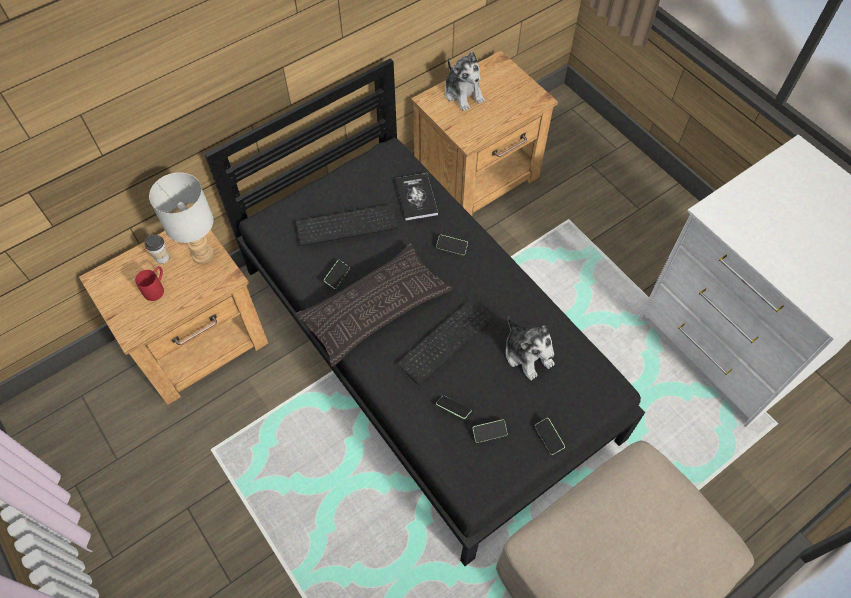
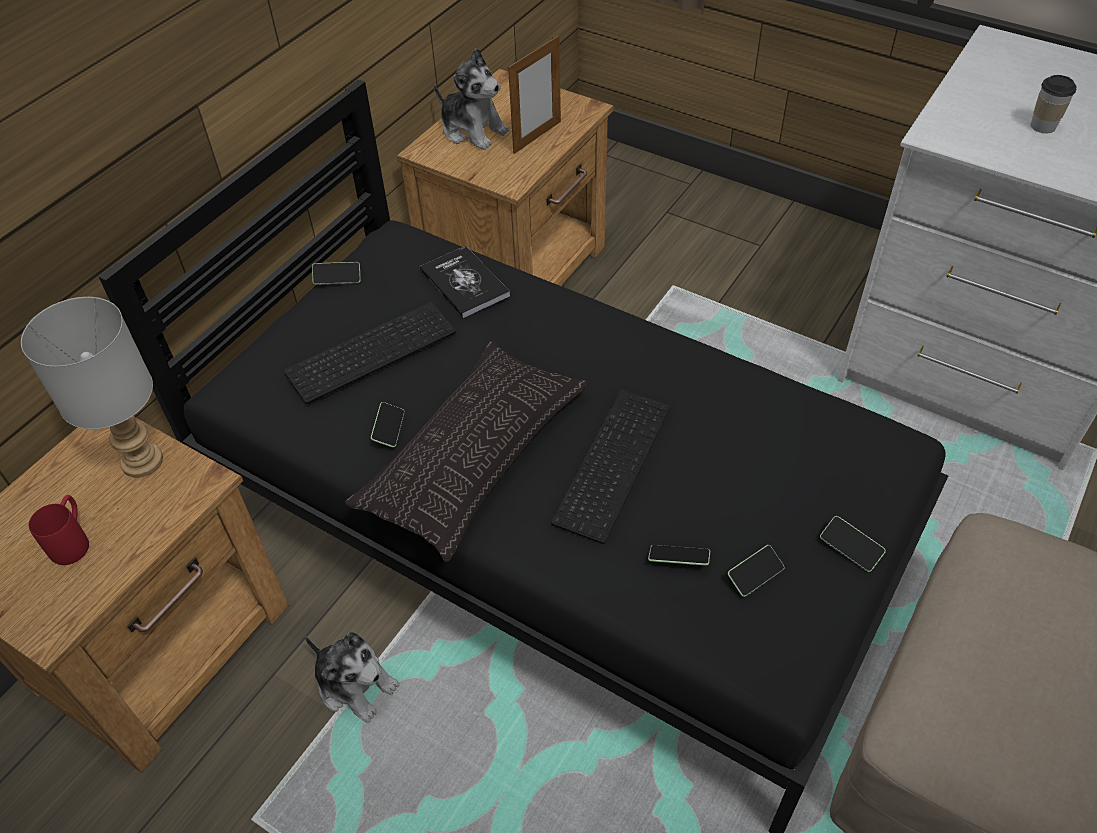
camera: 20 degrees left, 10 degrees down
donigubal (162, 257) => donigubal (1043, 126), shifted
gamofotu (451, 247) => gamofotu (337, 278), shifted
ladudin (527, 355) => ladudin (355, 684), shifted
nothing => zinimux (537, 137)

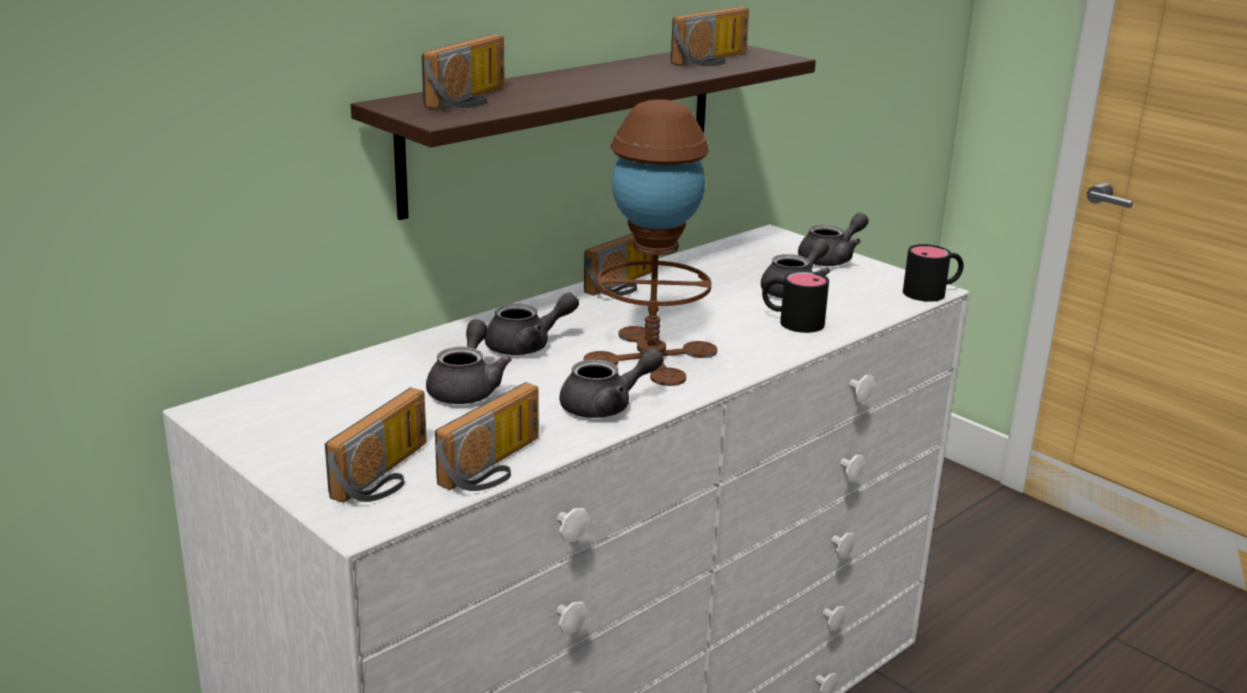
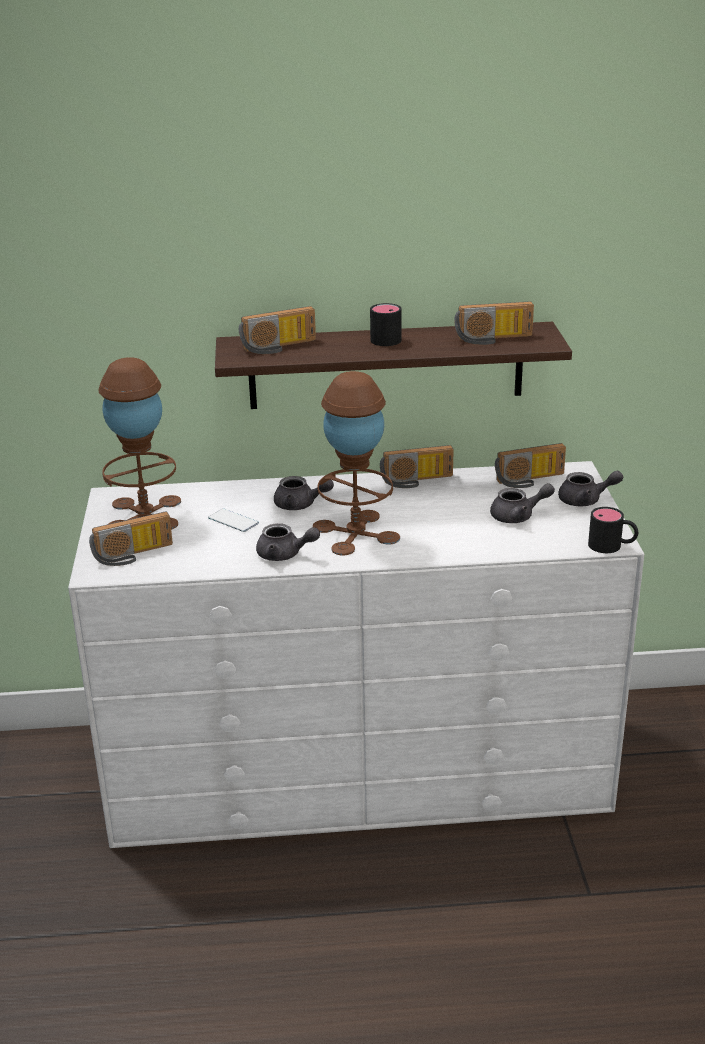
camera: 40 degrees right, 5 degrees up
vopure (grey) (467, 388) => gamofotu (233, 521)
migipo (496, 467) => migipo (530, 480), shifted
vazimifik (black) (791, 321) => vazimifik (black) (382, 338), shifted
nothing => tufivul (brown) (144, 514)

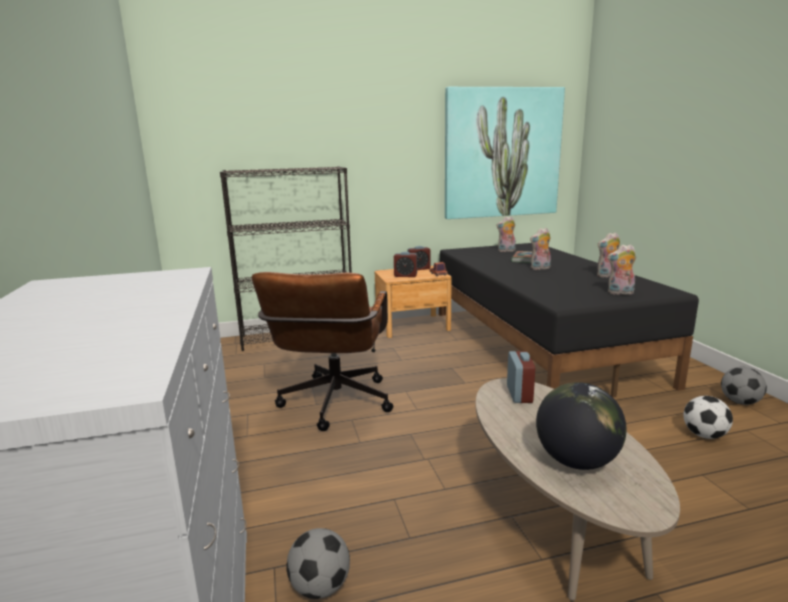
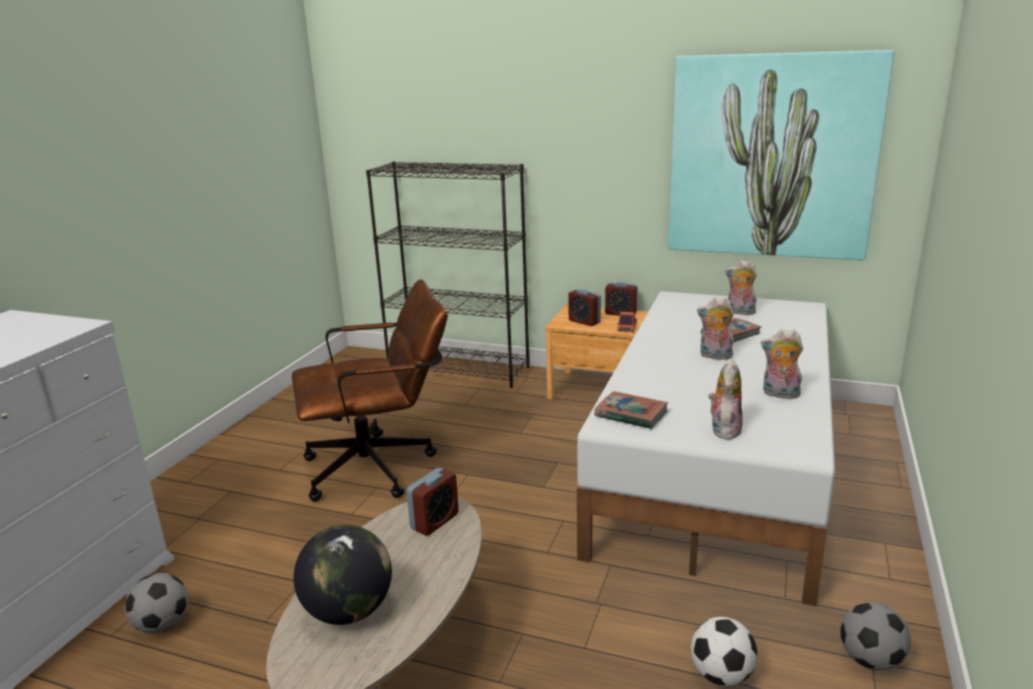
camera: 35 degrees right, 5 degrees up
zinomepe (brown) (333, 406) => zinomepe (brown) (381, 467), 150 degrees counterclockwise
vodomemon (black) (538, 344) => vodomemon (white) (718, 465)
ladudin (620, 293) => ladudin (724, 429), 75 degrees clockwise
nothing => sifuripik (631, 414)

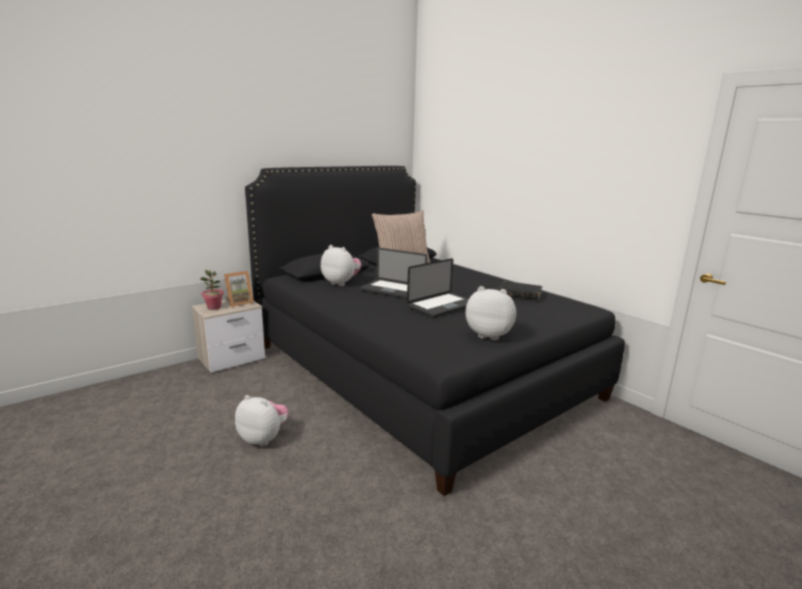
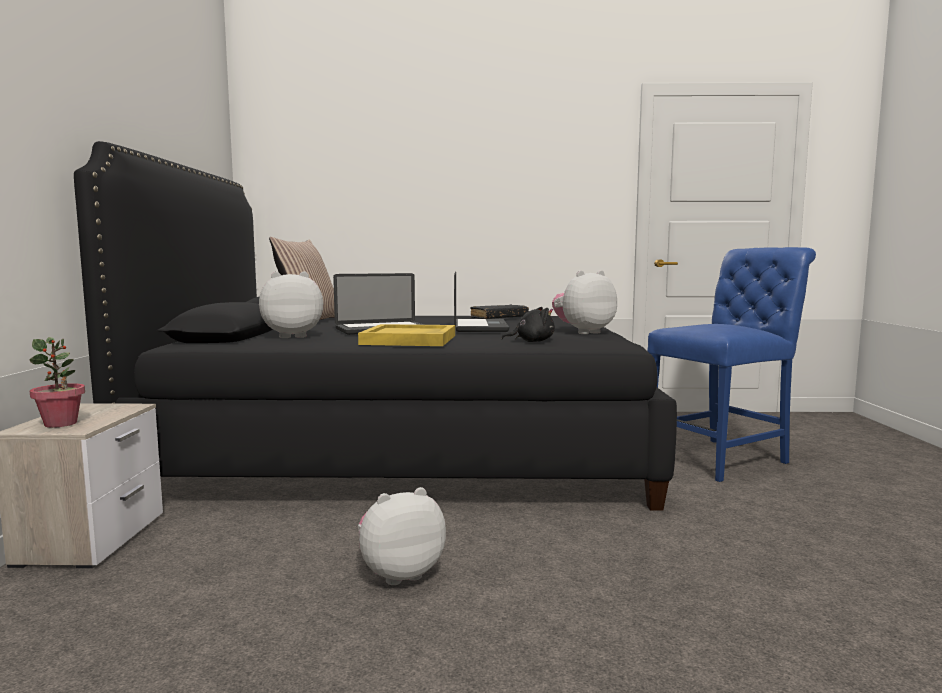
camera: 50 degrees left, 10 degrees down
zinimux (239, 302) => nothing
nothing => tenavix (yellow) (410, 340)
nothing => ladudin (black) (532, 341)
nothing => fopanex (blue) (722, 458)

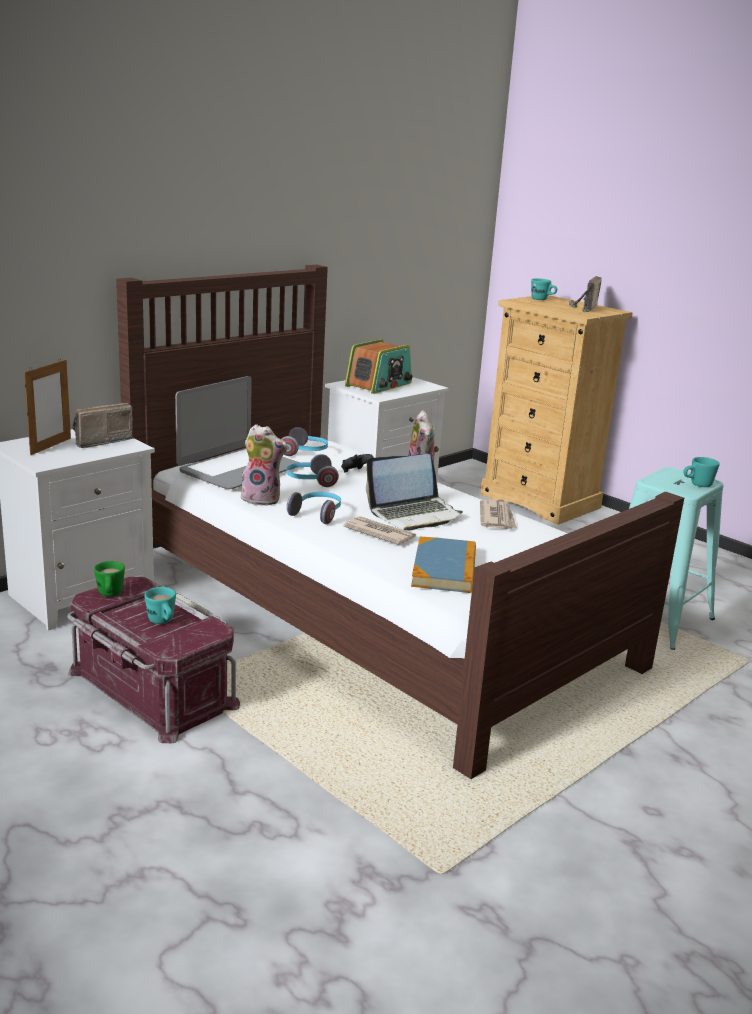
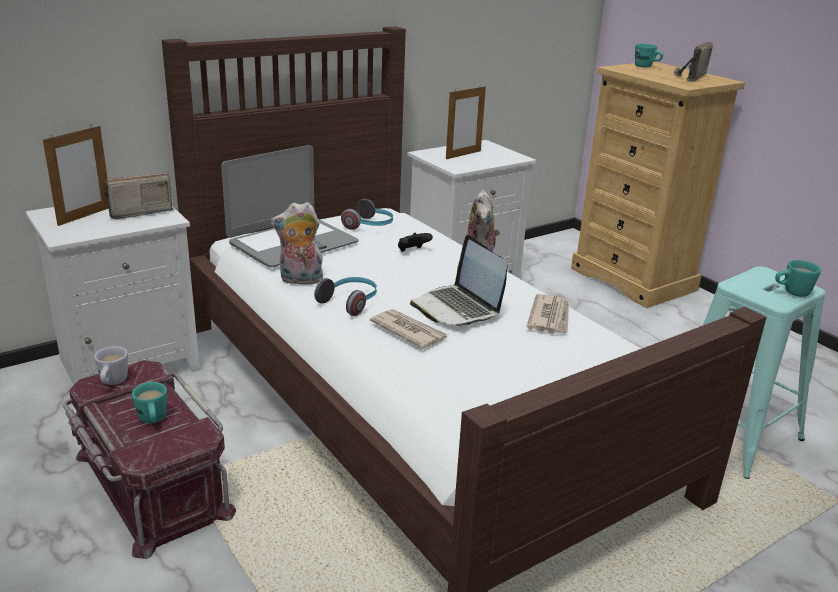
camera: 10 degrees right, 5 degrees up
vazimifik (green) (110, 595) => vazimifik (white) (112, 383)
ladudin (262, 499) => ladudin (300, 280), 150 degrees clockwise
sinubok (310, 481) => nothing
migipo (379, 385) => zinimux (463, 155)
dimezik (414, 514) => dimezik (457, 308), 75 degrees clockwise
sifuripik (444, 569) => nothing

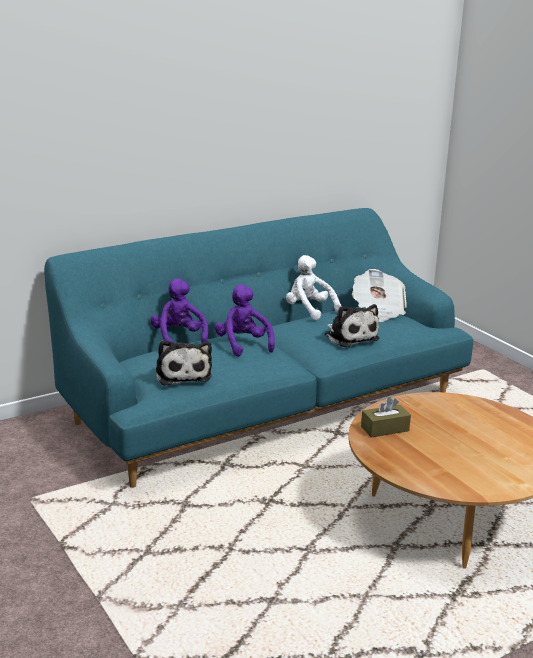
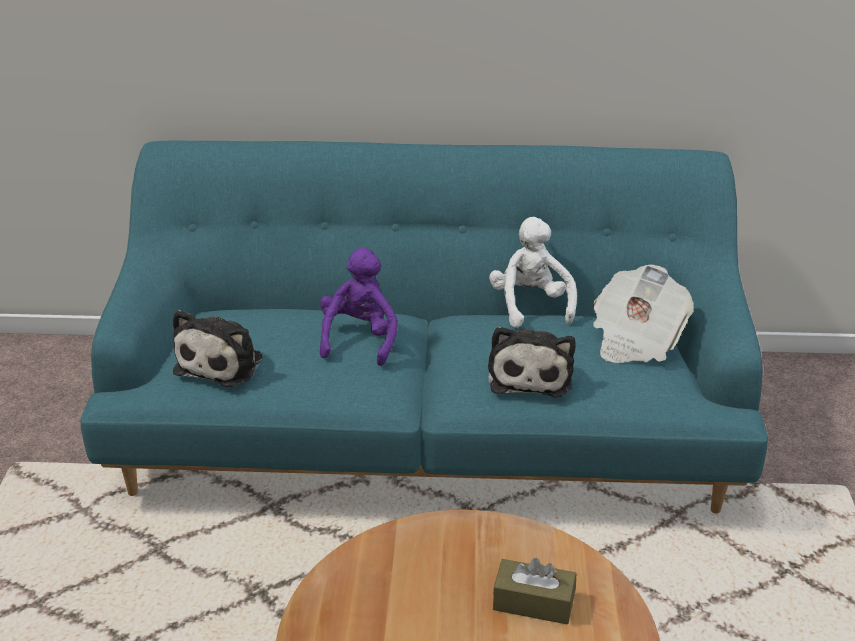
camera: 35 degrees right, 10 degrees up
ladudin (purple) (179, 338) => nothing
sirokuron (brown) (385, 429) => sirokuron (brown) (533, 603), shifted

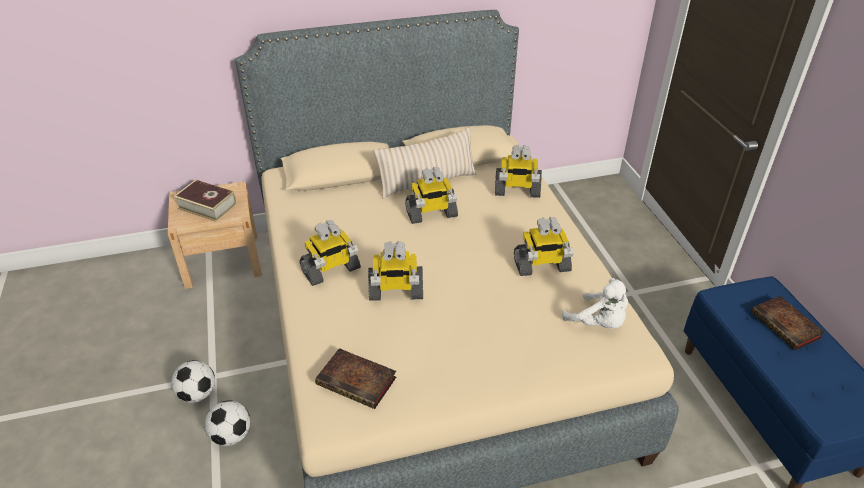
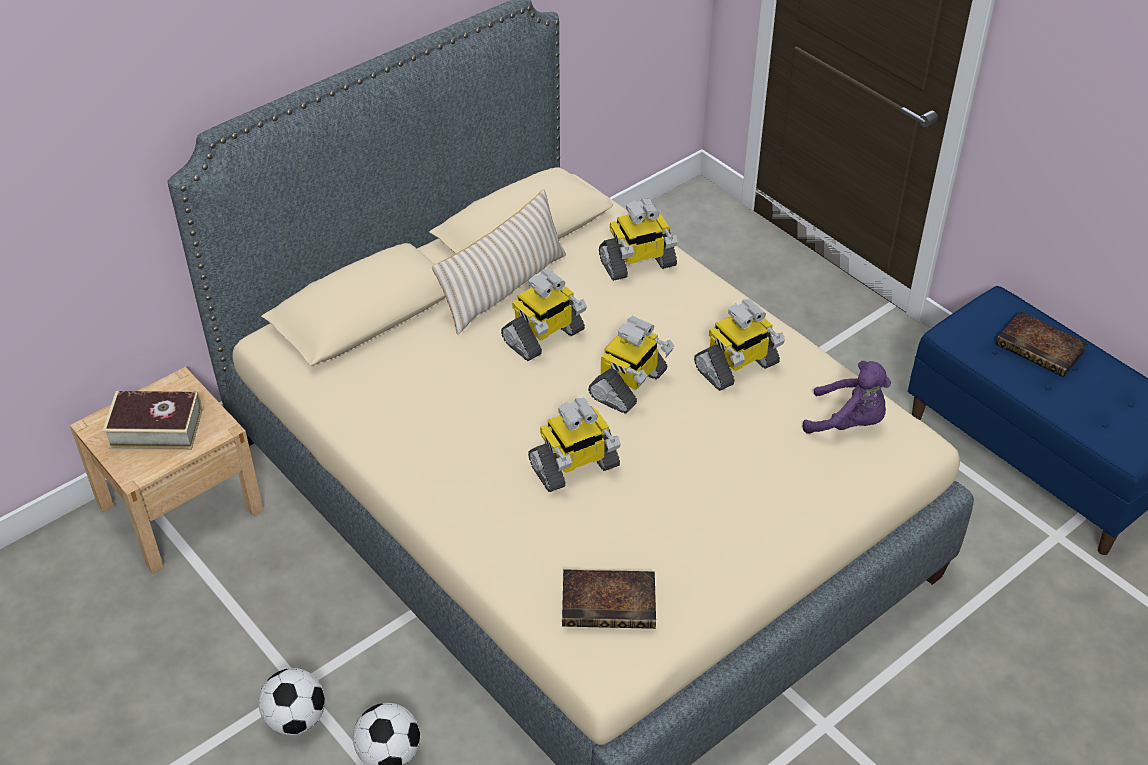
camera: 25 degrees left, 5 degrees up
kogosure (331, 270) => kogosure (629, 386), shifted
ladudin (white) (598, 323) => ladudin (purple) (848, 422)

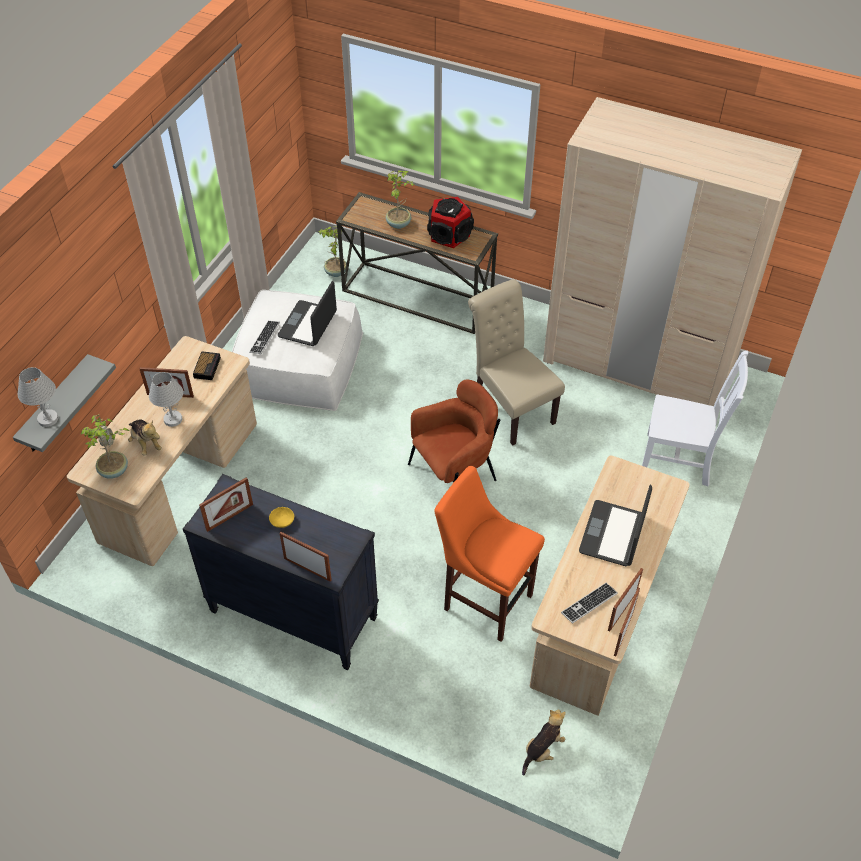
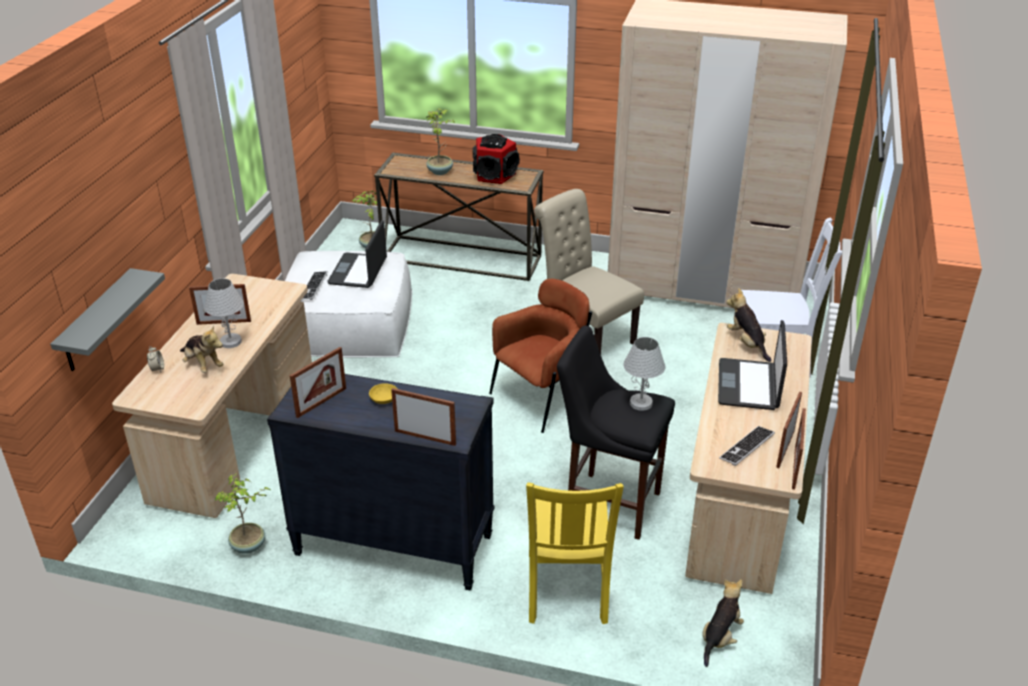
camera: 10 degrees left, 15 degrees down
tufivul (white) (47, 419) => tufivul (white) (640, 403), shifted
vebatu (114, 471) => vebatu (249, 546), shifted
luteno (207, 367) => nothing
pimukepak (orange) (484, 599) => pimukepak (black) (608, 503)
nothing => fopanex (yellow) (566, 590)
nothing => ladudin (747, 343)

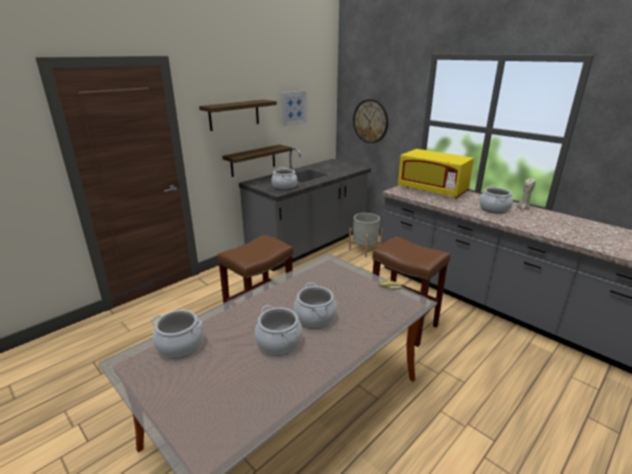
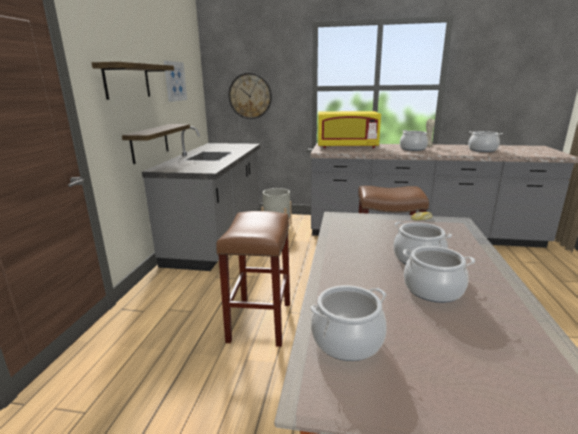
camera: 35 degrees left, 5 degrees down
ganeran (284, 187) => ganeran (482, 150), shifted

